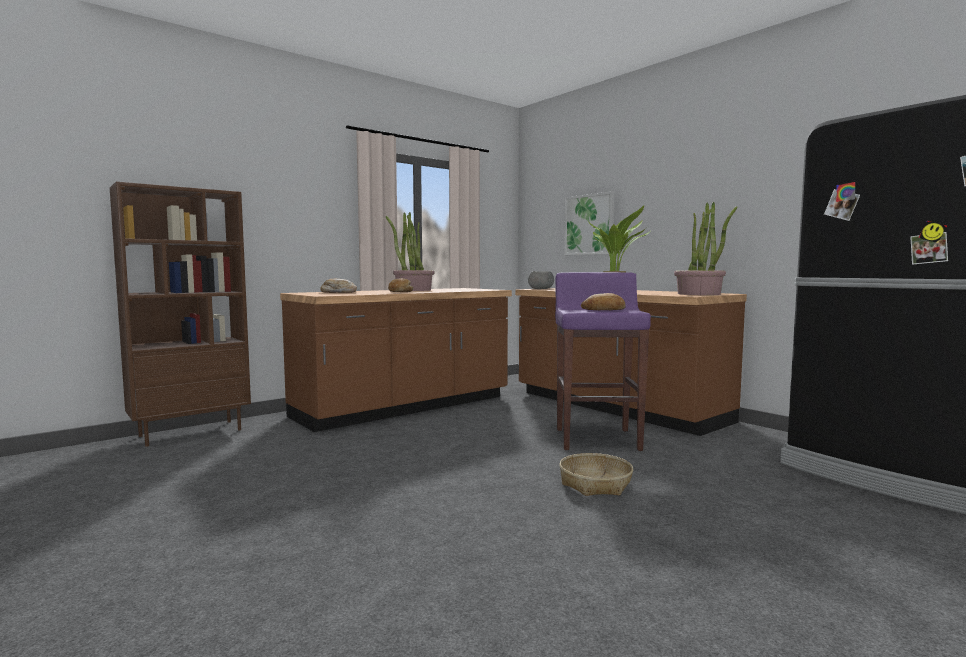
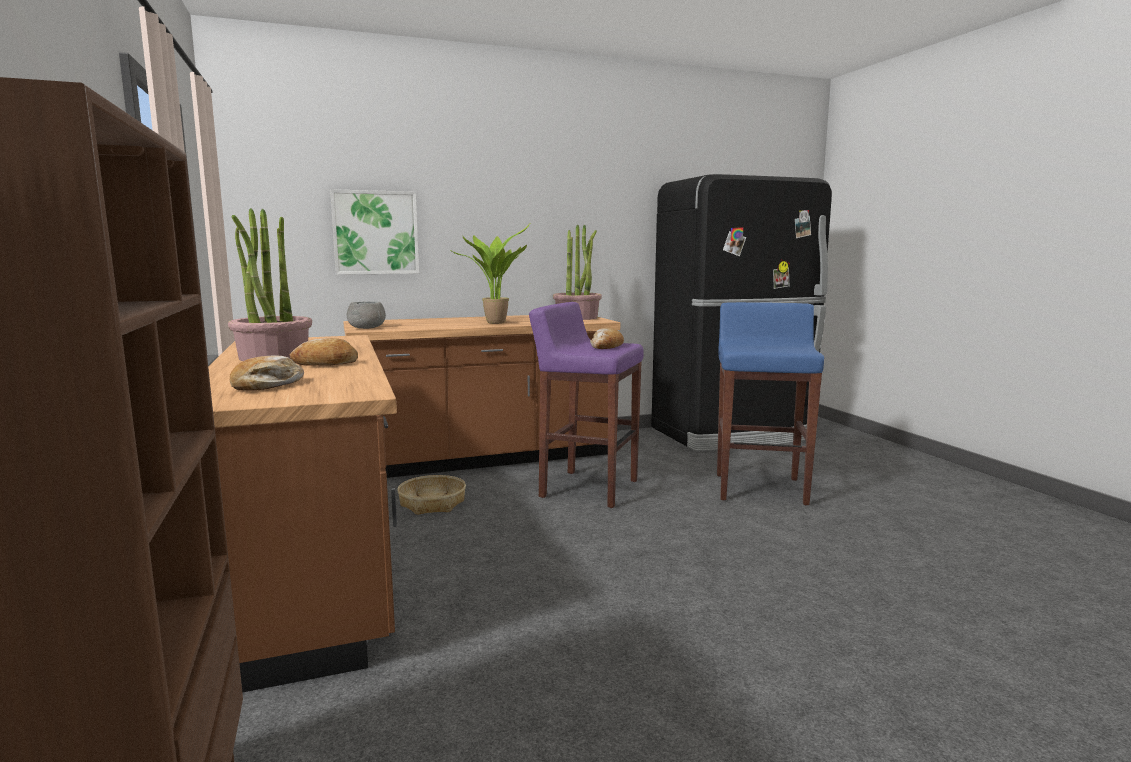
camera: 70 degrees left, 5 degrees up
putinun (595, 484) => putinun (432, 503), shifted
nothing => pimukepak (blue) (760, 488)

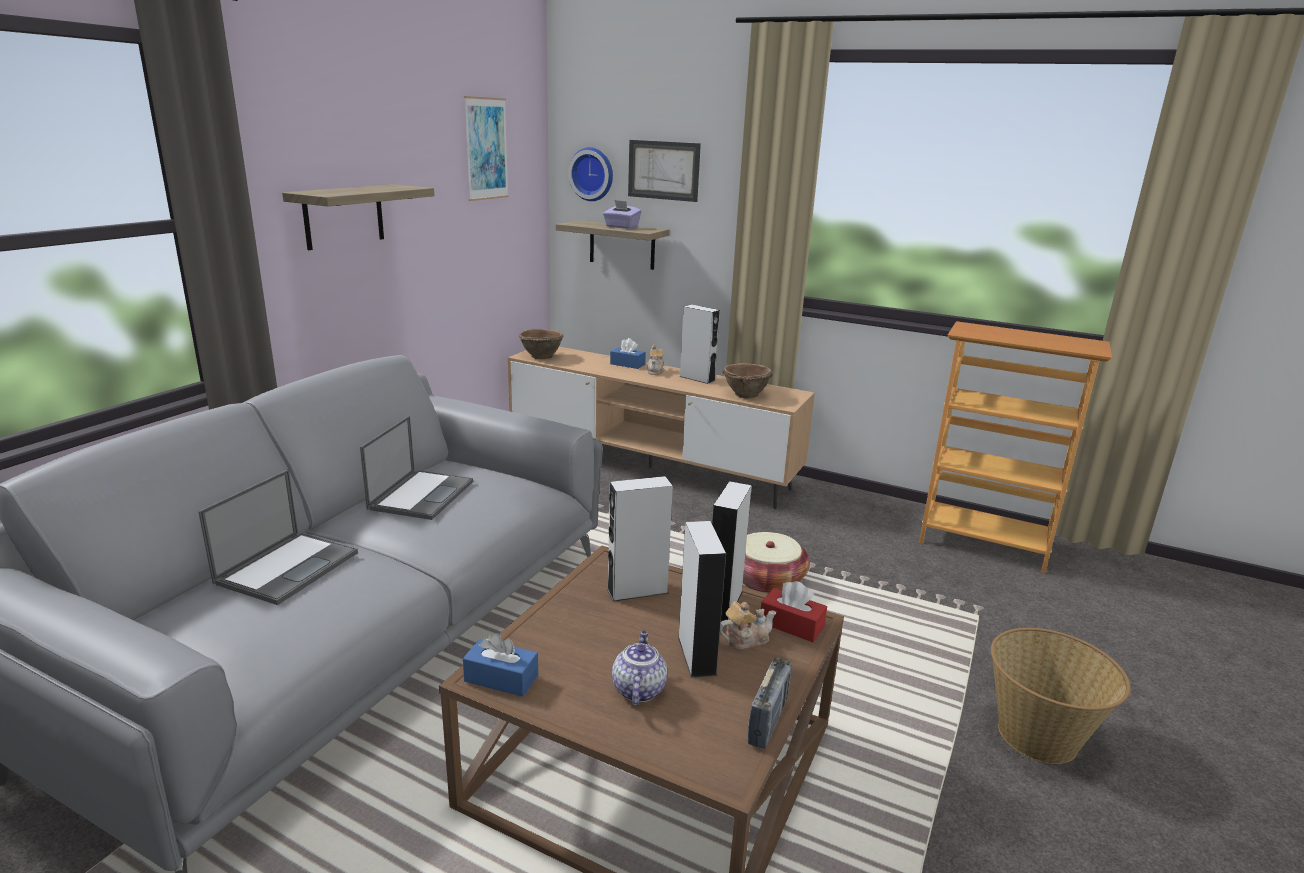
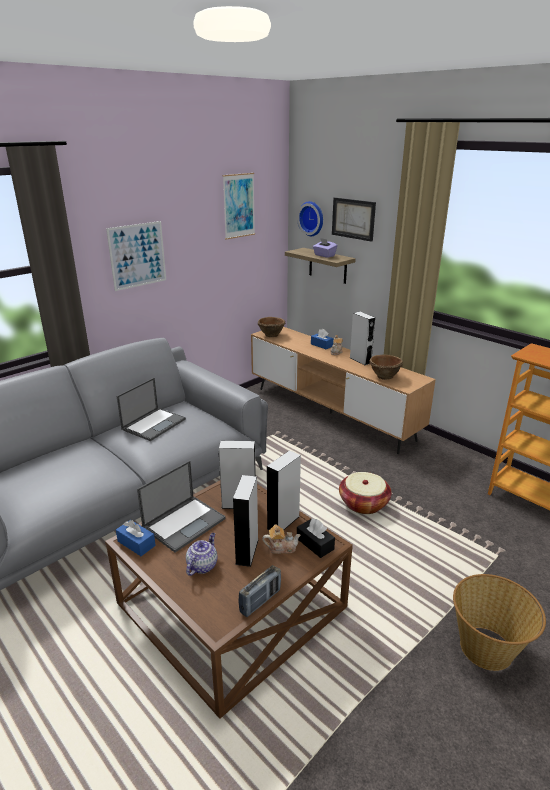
camera: 20 degrees right, 5 degrees up
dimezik (288, 567) => dimezik (184, 522), shifted
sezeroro (344, 216) => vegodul (137, 255)
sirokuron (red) (791, 625) => sirokuron (black) (315, 544)

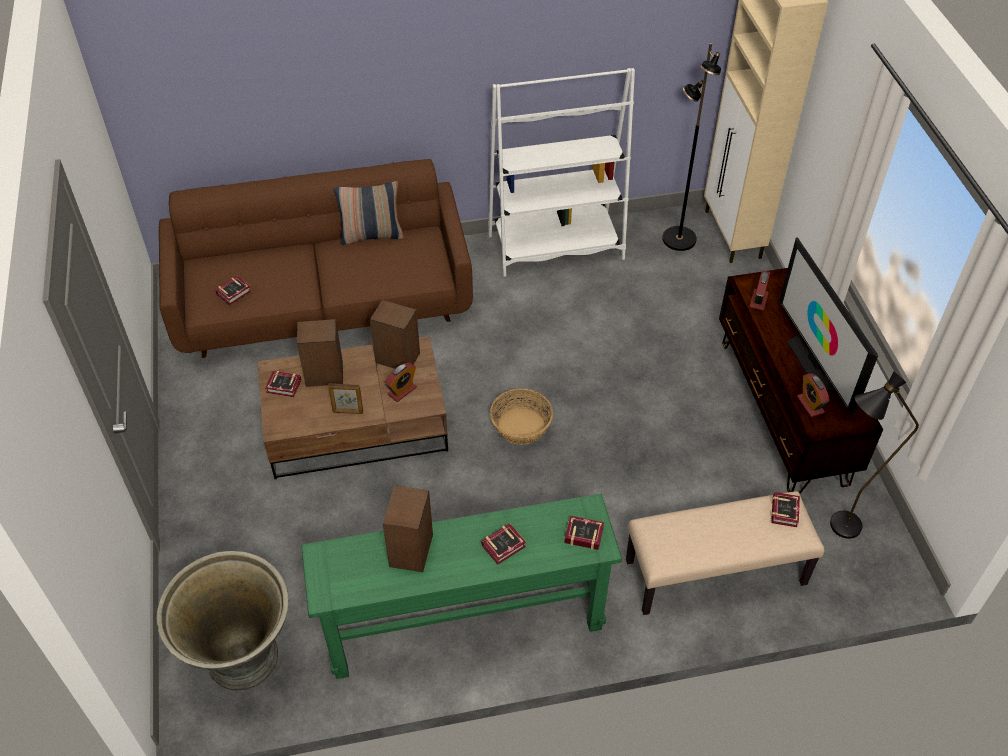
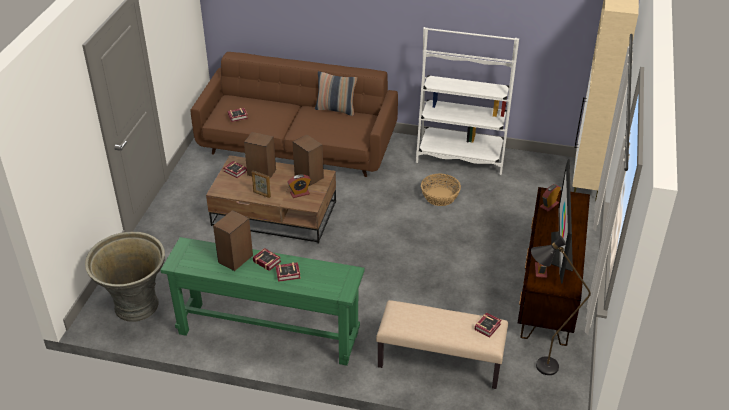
camera: 25 degrees right, 10 degrees down
putinun (521, 426) => putinun (440, 196), shifted
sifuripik (582, 534) => sifuripik (266, 260), shifted
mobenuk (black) (678, 239) => nothing

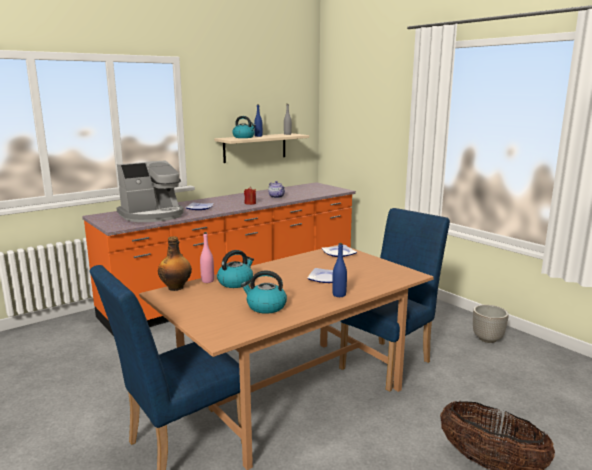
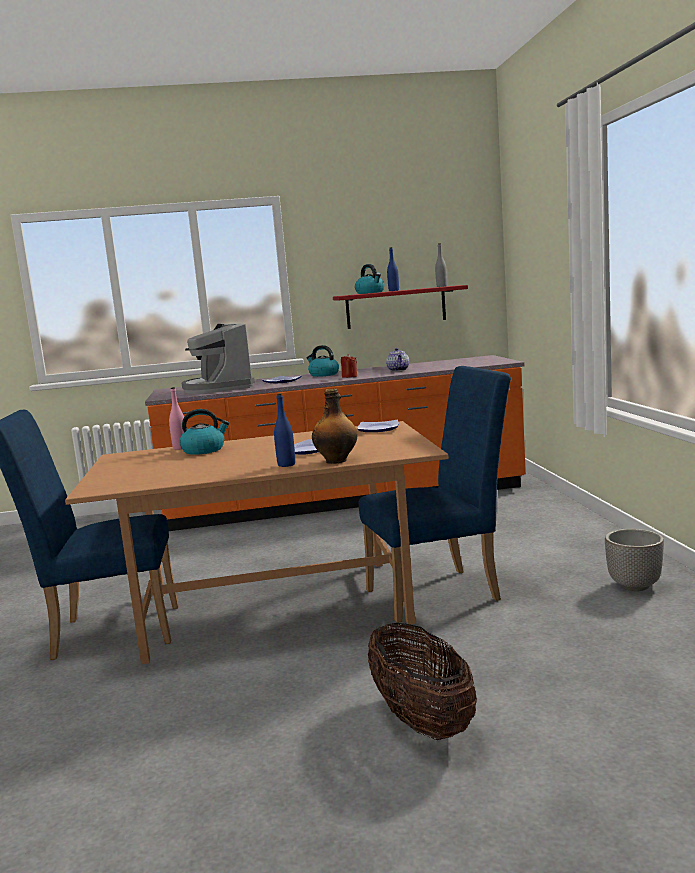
camera: 30 degrees right, 5 degrees down
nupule (152, 215) => nupule (218, 388), 75 degrees clockwise
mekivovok (176, 287) => mekivovok (337, 461), shifted
sezeroro (beige) (255, 147) => sezeroro (red) (396, 307)
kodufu (265, 307) => kodufu (323, 374), shifted

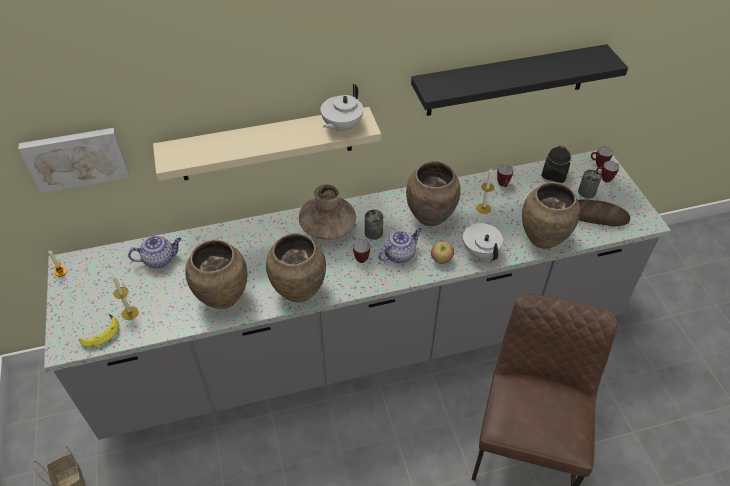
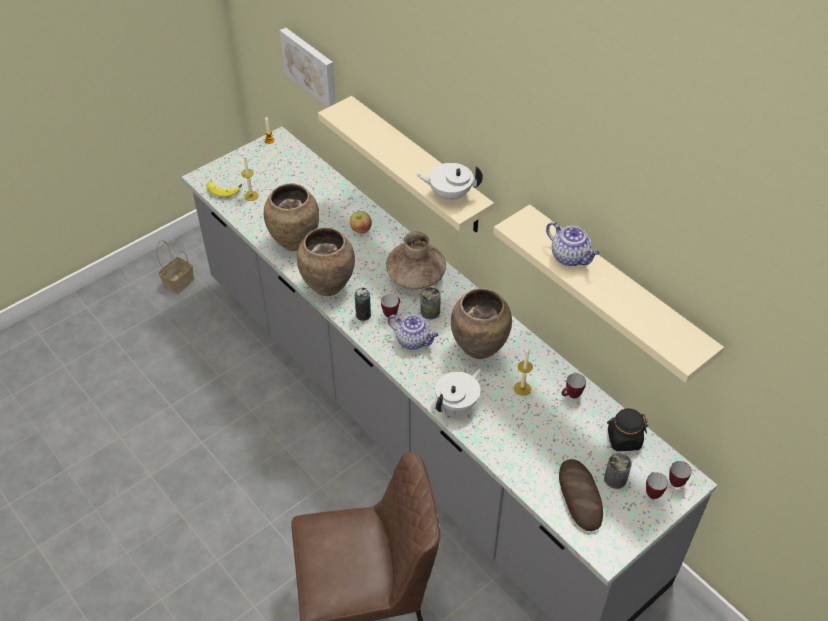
camera: 65 degrees right, 0 degrees up
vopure (160, 259) => vopure (570, 257), shifted
sezeroro (black) (507, 81) => sezeroro (beige) (616, 291)
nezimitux (441, 259) => nezimitux (360, 230), shifted
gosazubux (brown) (542, 239) => nothing
nothing => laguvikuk (363, 315)

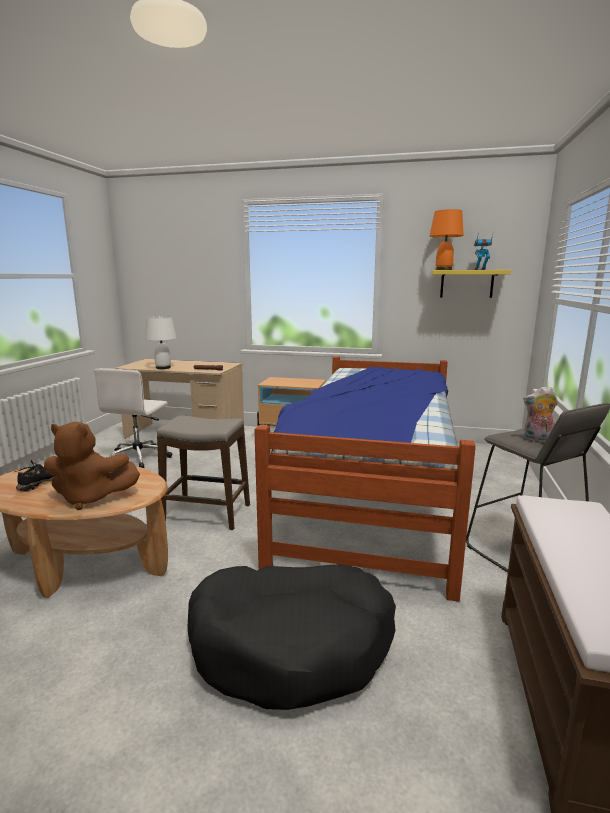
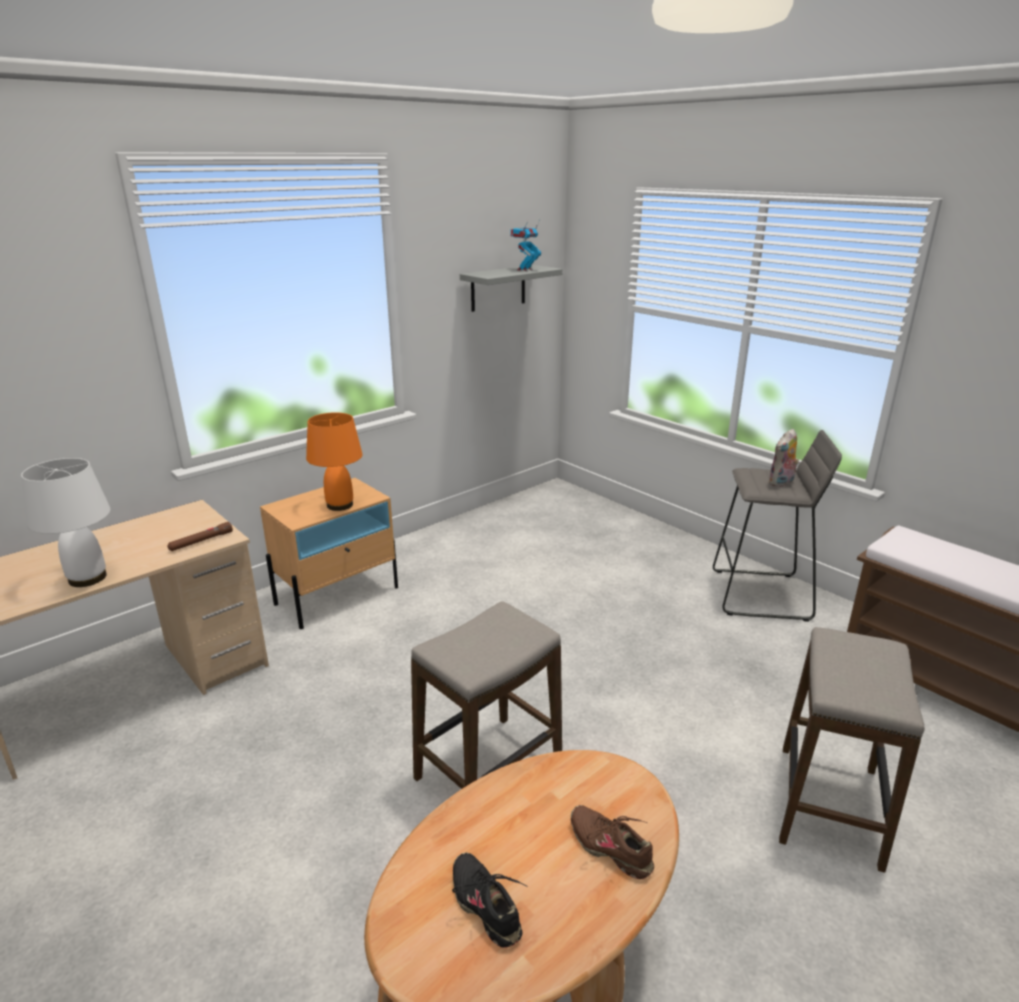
camera: 55 degrees left, 10 degrees up
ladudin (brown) (90, 498) => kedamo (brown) (610, 847)
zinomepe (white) (139, 457) => nothing
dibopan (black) (292, 644) => pimukepak (829, 805)
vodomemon (372, 491) => nothing
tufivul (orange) (444, 269) => tufivul (orange) (340, 505), shifted
sezeroro (yellow) (466, 284) => sezeroro (grey) (498, 288)

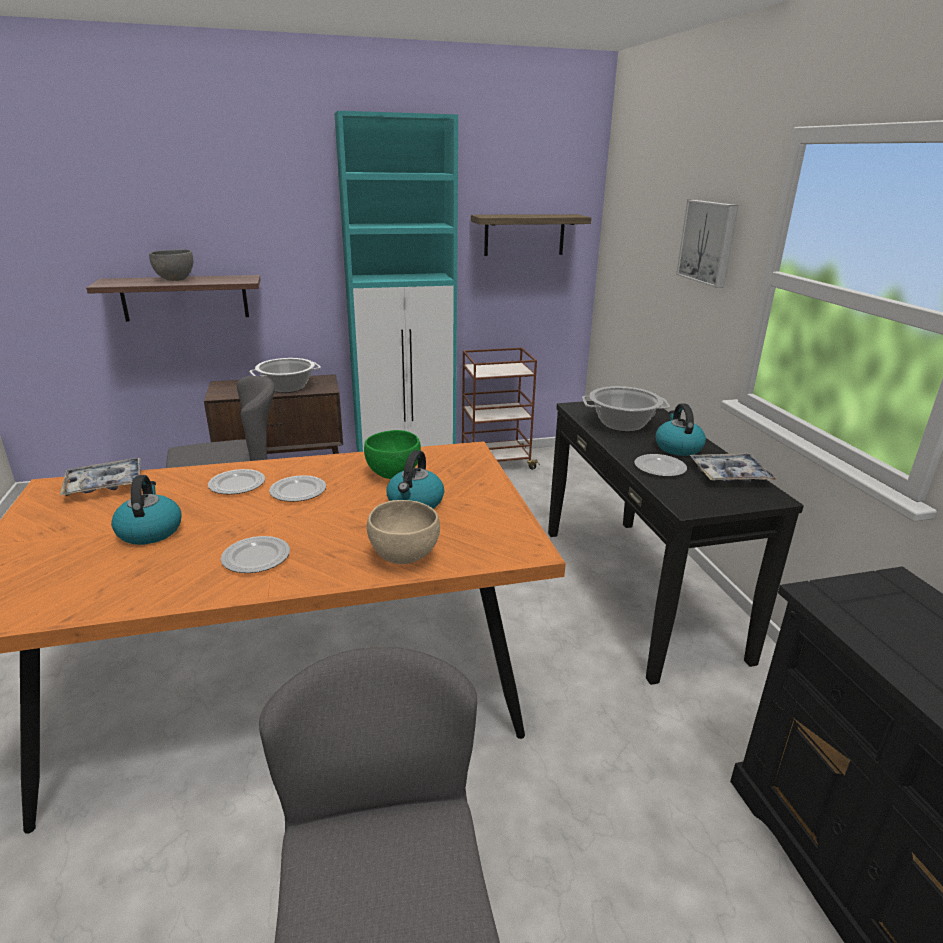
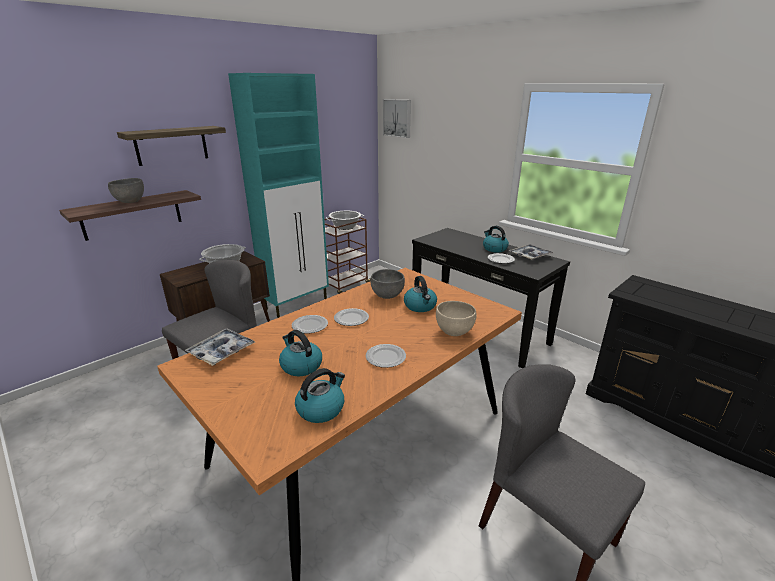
camera: 30 degrees left, 0 degrees up
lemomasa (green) (393, 474) => lemomasa (grey) (387, 296)
sezeroro (524, 235) => sezeroro (171, 145), shifted
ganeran (622, 424) => ganeran (345, 227), shifted
vegodul (709, 242) => vegodul (397, 118), shifted
nothing => kodufu (321, 408)

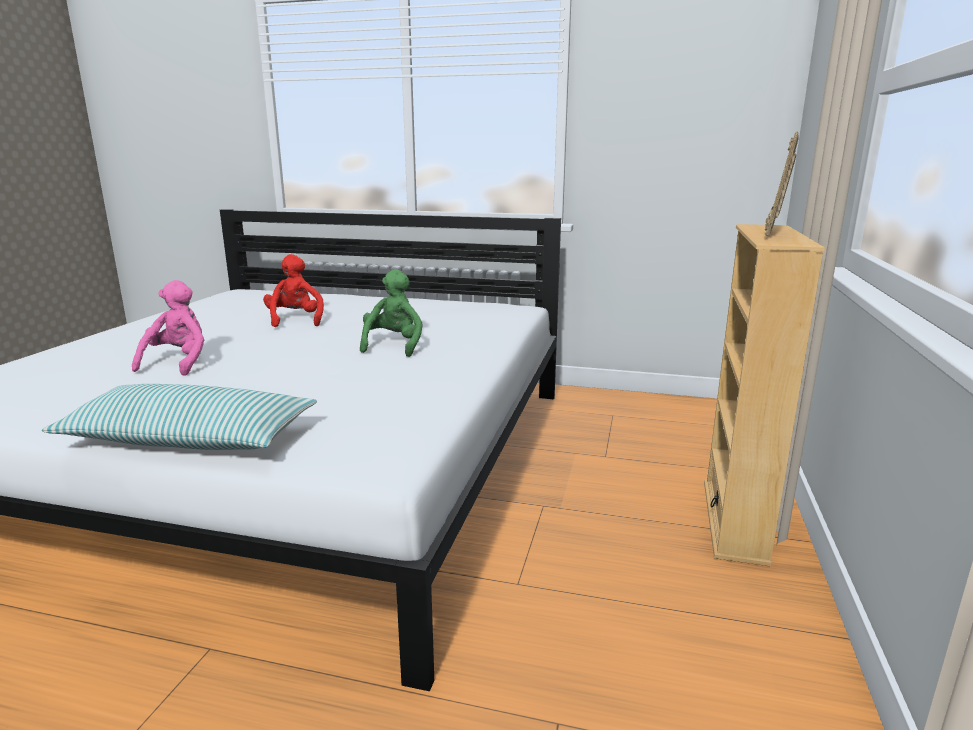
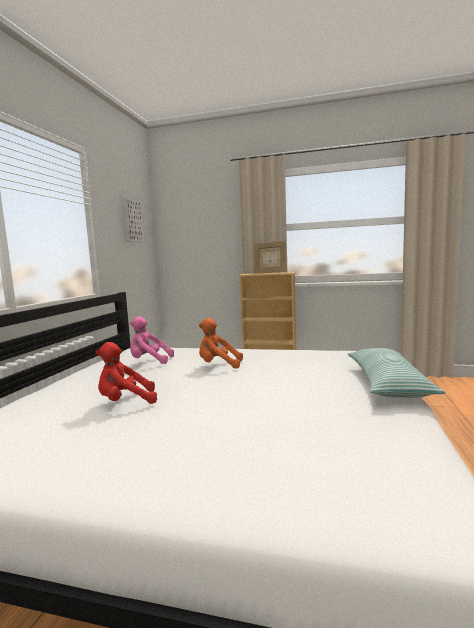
camera: 90 degrees left, 10 degrees down
ladudin (pink) (178, 363) => ladudin (pink) (149, 361), shifted
ladudin (green) (393, 346) => ladudin (orange) (218, 365)
nothing => vegodul (131, 221)

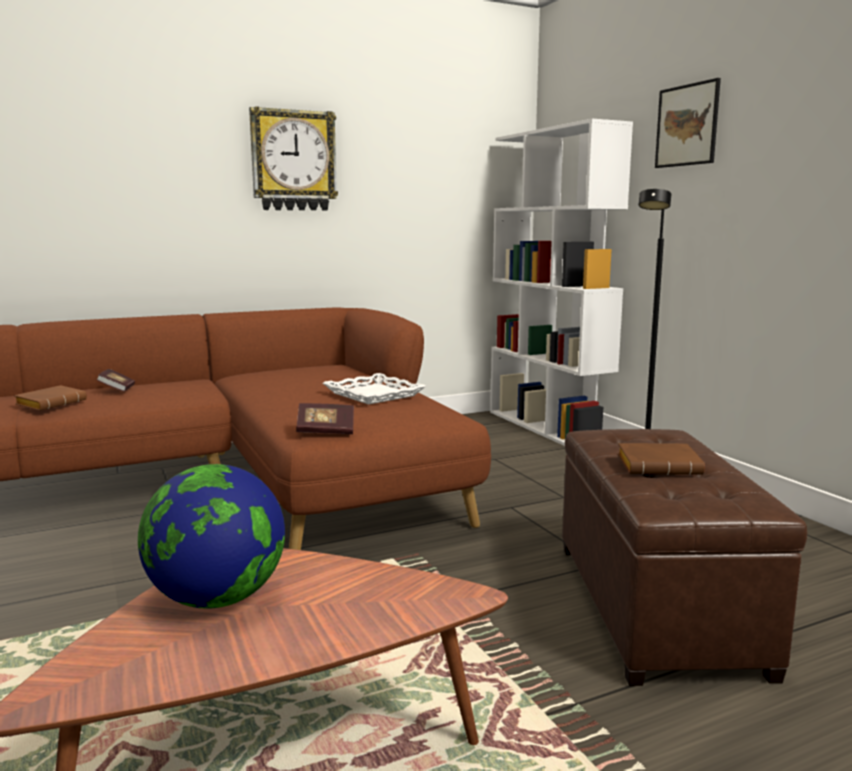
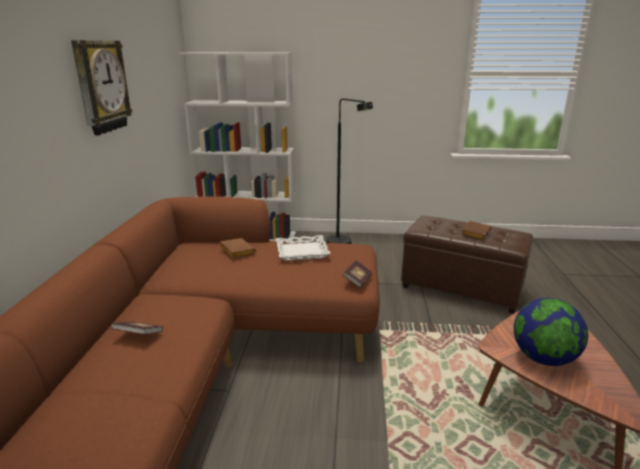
camera: 60 degrees left, 10 degrees up
sifuripik (brown) (52, 403) => sifuripik (brown) (236, 251), shifted
vegodul (687, 125) => nothing

